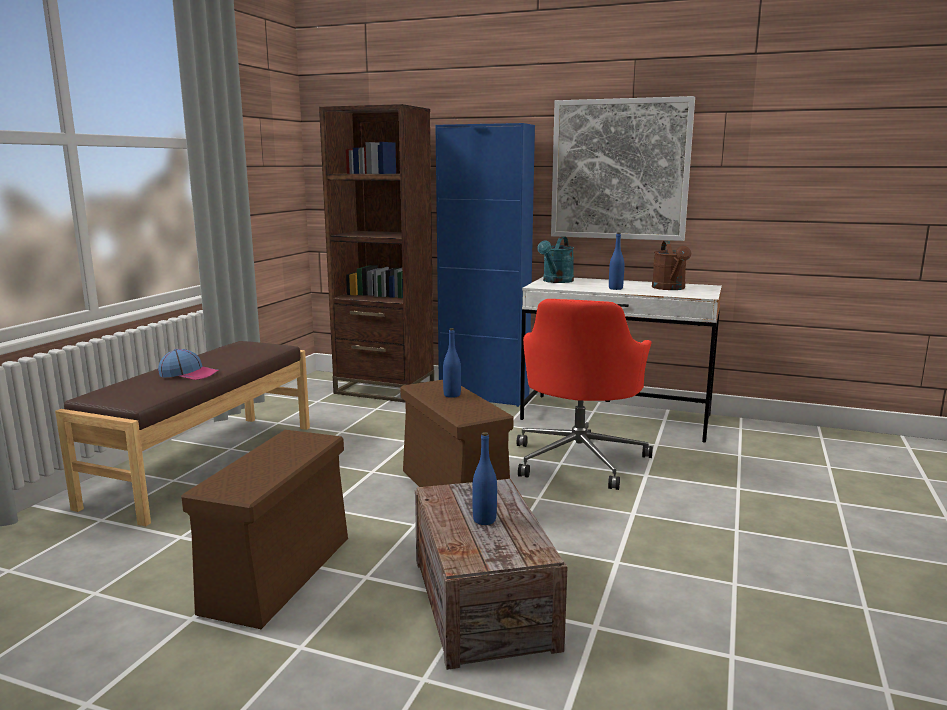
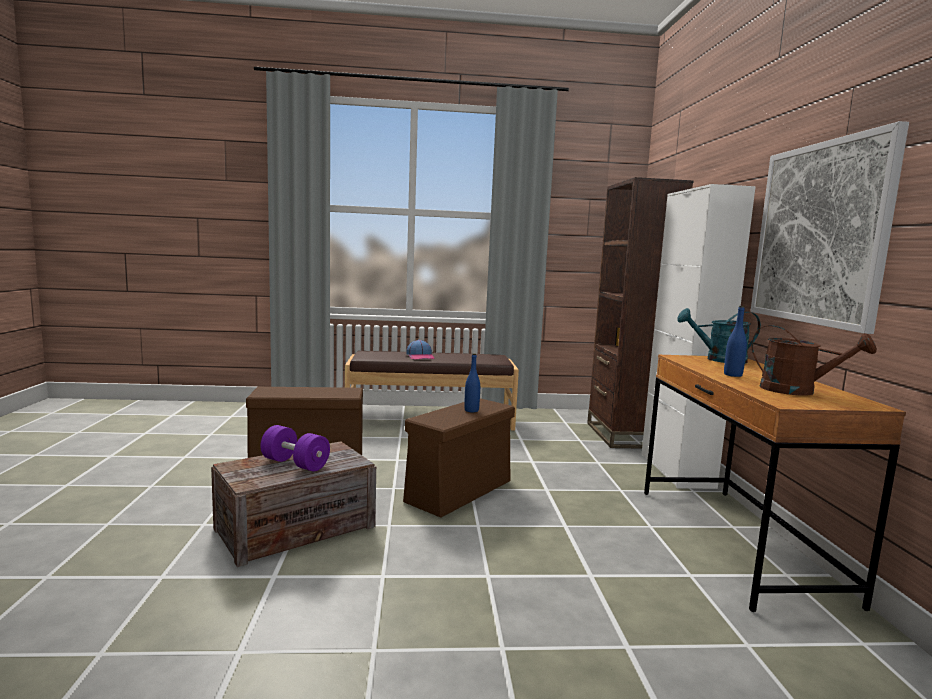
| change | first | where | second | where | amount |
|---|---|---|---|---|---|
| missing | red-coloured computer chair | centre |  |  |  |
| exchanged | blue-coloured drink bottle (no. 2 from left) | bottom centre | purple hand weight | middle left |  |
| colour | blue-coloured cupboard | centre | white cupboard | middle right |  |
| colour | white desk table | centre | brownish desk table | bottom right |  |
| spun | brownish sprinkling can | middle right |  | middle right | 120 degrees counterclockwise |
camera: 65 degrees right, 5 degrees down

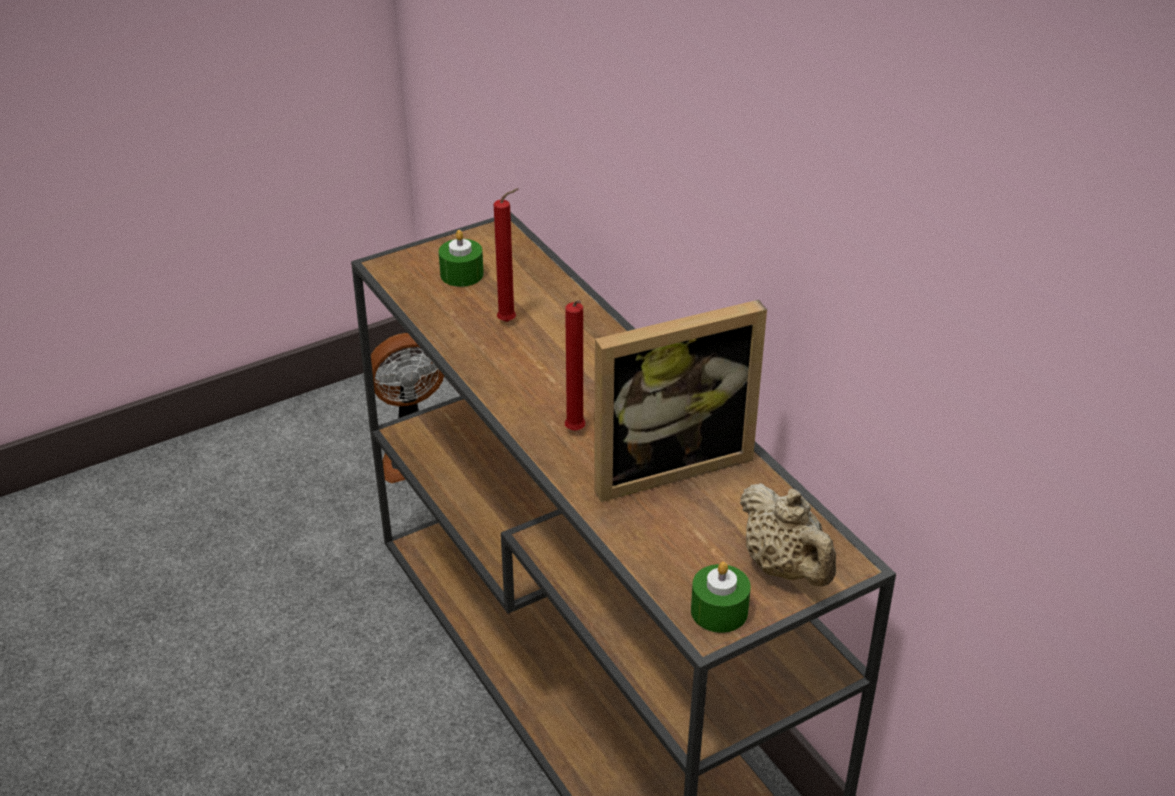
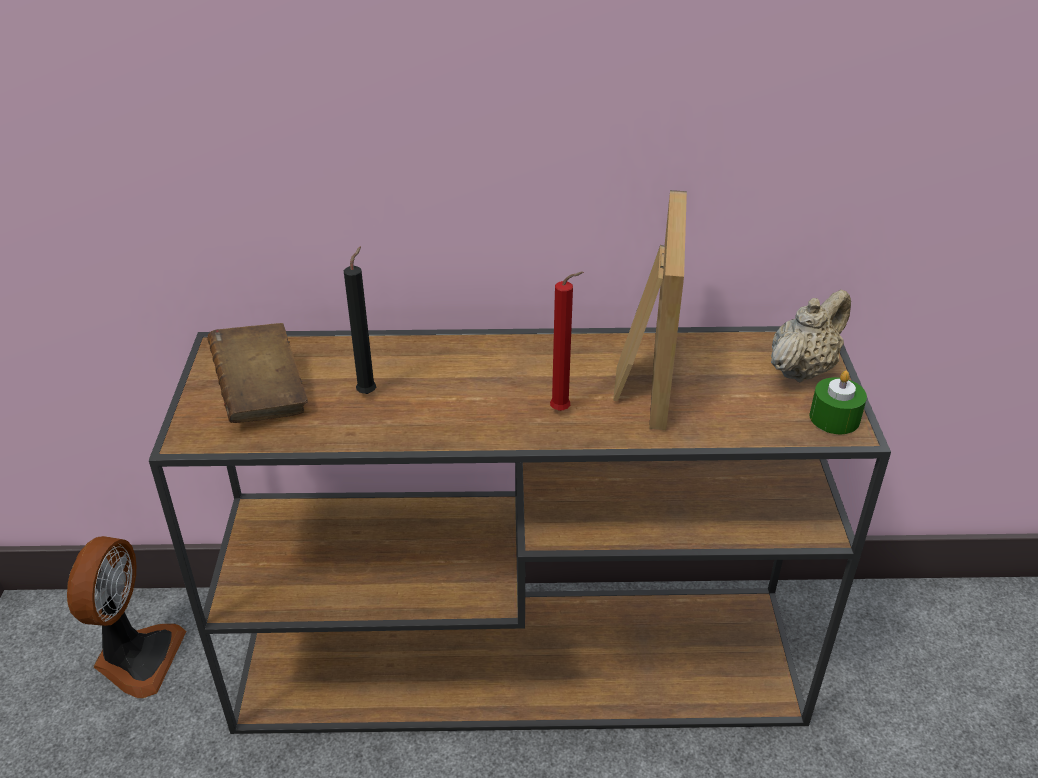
| change | first | where | second | where | amount |
|---|---|---|---|---|---|
| exchanged | green candle (no. 1 from left) | top centre | brownish volume | middle left |  |
| colour | red-coloured candle (no. 1 from left) | top centre | black-coloured candle | centre |  |
| spun | beige-coloured tea pot | bottom right |  | middle right | 45 degrees counterclockwise |
camera: 60 degrees left, 0 degrees up

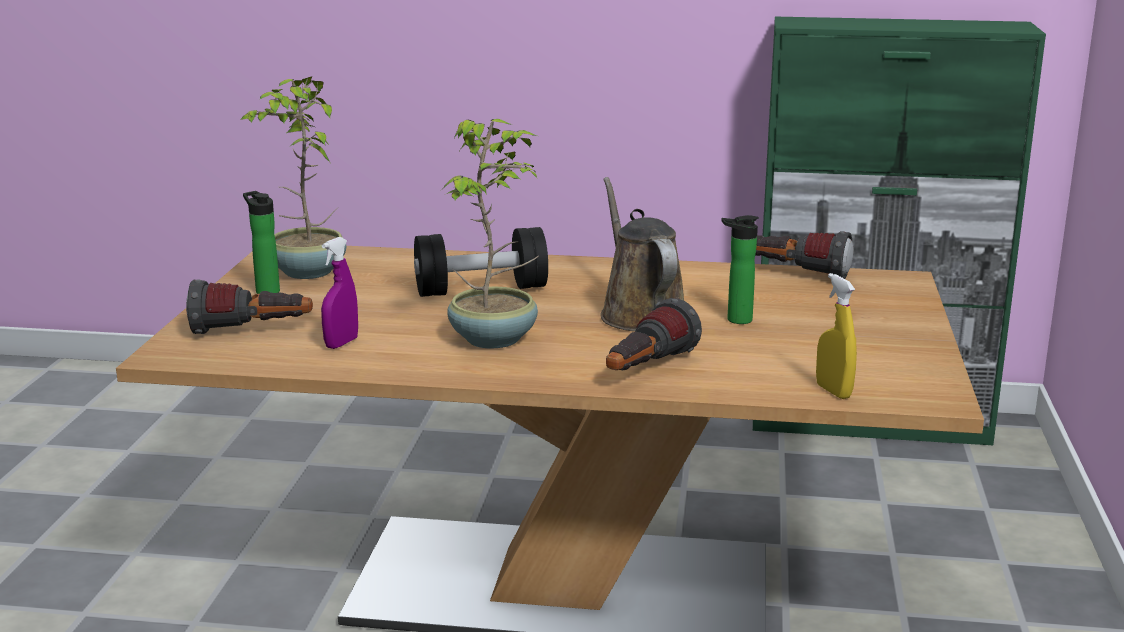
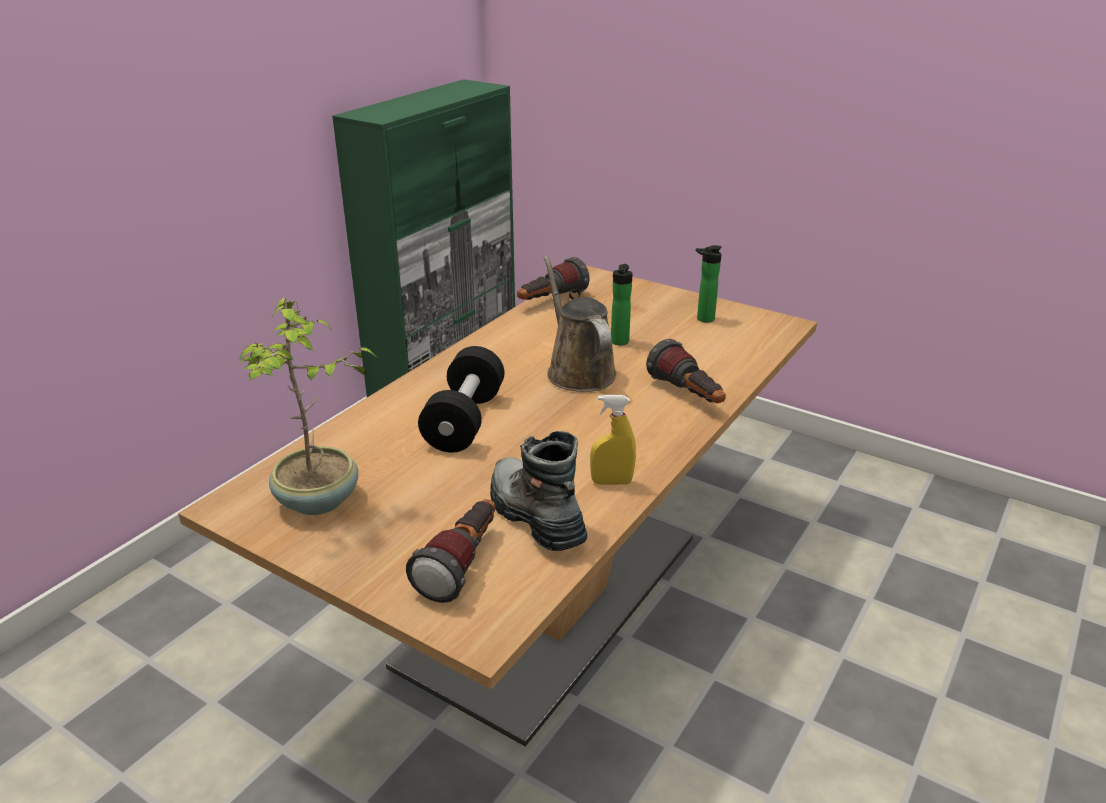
| change | first | where | second | where | amount |
|---|---|---|---|---|---|
| missing | plant in a pot (no. 2 from left) | centre |  |  |  |
| relocated | drink bottle (no. 1 from left in the first image) | middle left | drink bottle (no. 2 from left) | centre |  |
| relocated | yellow hand sprayer | middle right |  | centre |  |
| exchanged | purple hand sprayer | middle left | boot | centre |  |
| spun | brownish sprinkling can | centre |  | centre | 60 degrees clockwise |
camera: 65 degrees left, 10 degrees up

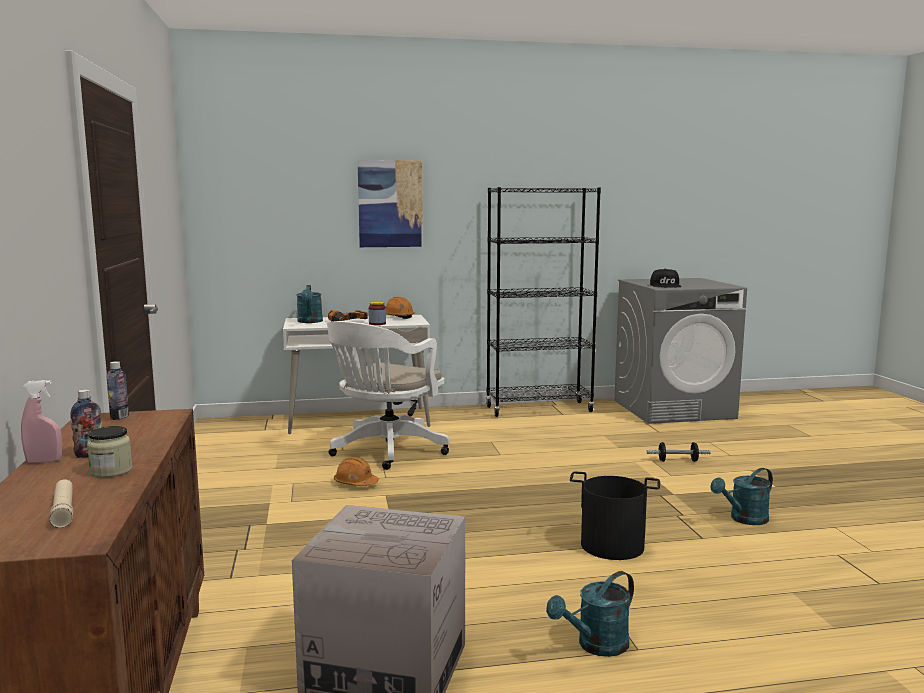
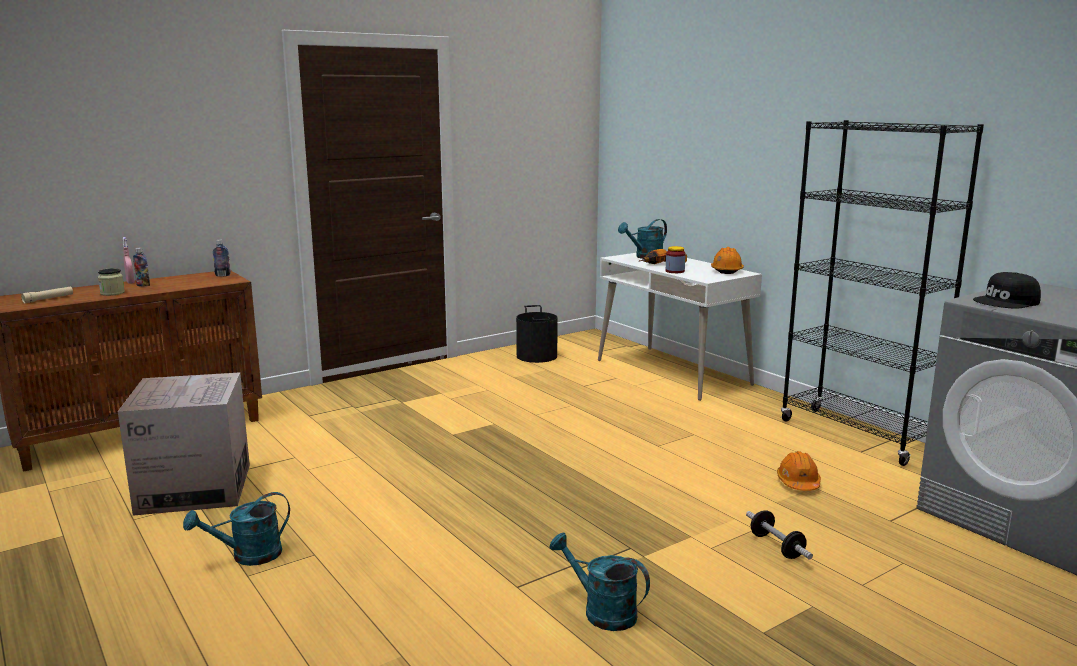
| change | first | where | second | where | amount |
|---|---|---|---|---|---|
| missing | white computer chair | centre |  |  |  |
| missing | picture | top centre |  |  |  |
| relocated | orange hard hat (no. 1 from left in the first image) | bottom centre | orange hard hat (no. 2 from left) | bottom right |  |
| relocated | black-coloured bucket | bottom centre |  | centre |  |
| spun | turquoise sprinkling can (no. 2 from left in the first image) | bottom centre | turquoise sprinkling can (no. 1 from left) | bottom left | 60 degrees counterclockwise |
camera: 65 degrees right, 5 degrees up

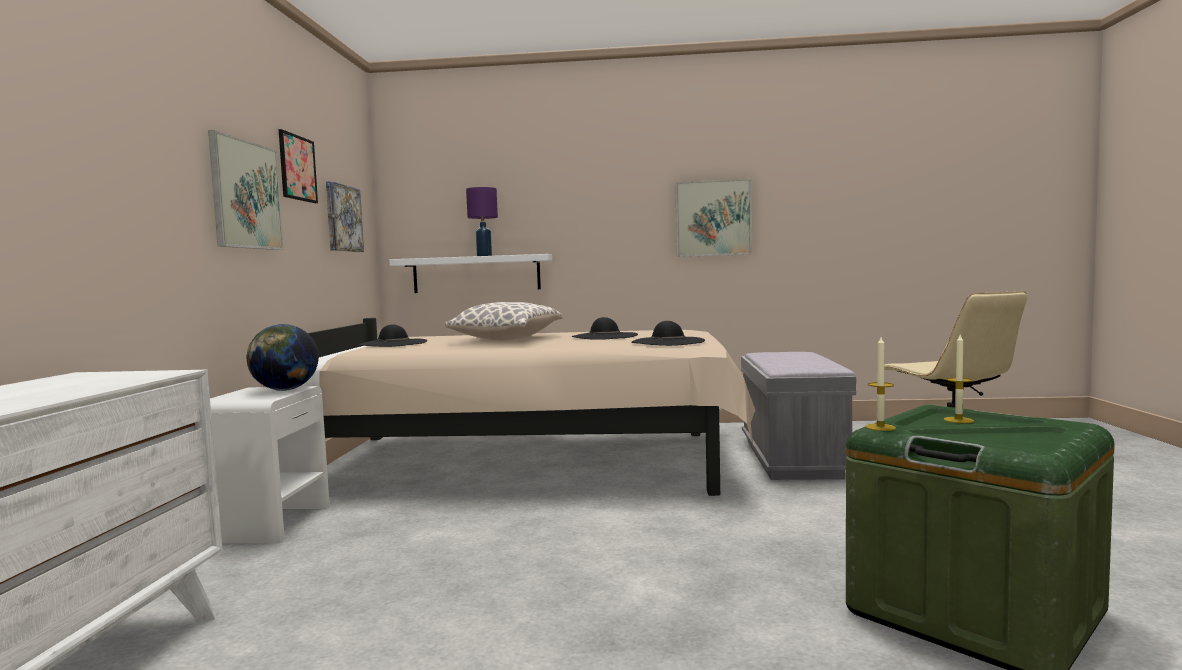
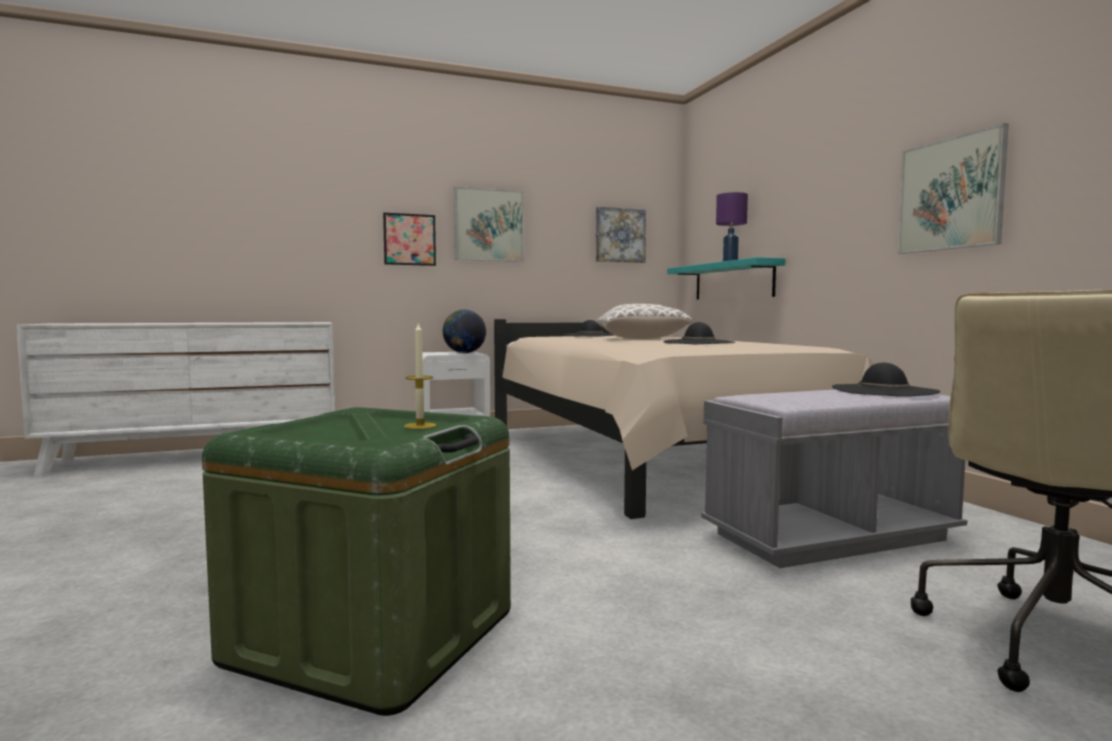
| change | first | where | second | where | amount |
|---|---|---|---|---|---|
| missing | candle (no. 1 from left) | middle right |  |  |  |
| relocated | picture (no. 2 from left in the first image) | top left | picture (no. 1 from left) | top centre |  |
| relocated | black-coloured hat (no. 3 from left) | centre |  | middle right |  |
| colour | white shelf | centre | turquoise shelf | centre |  |
camera: 65 degrees right, 0 degrees up

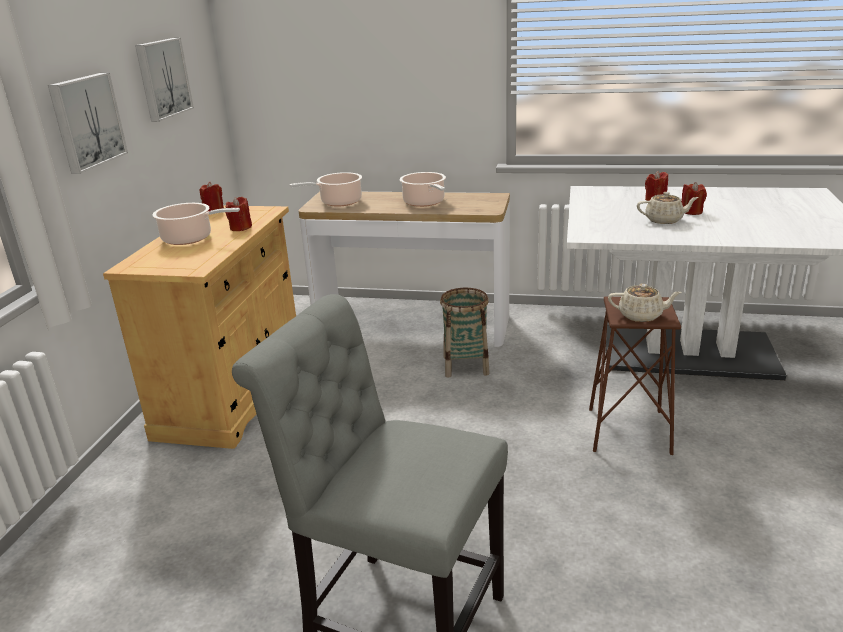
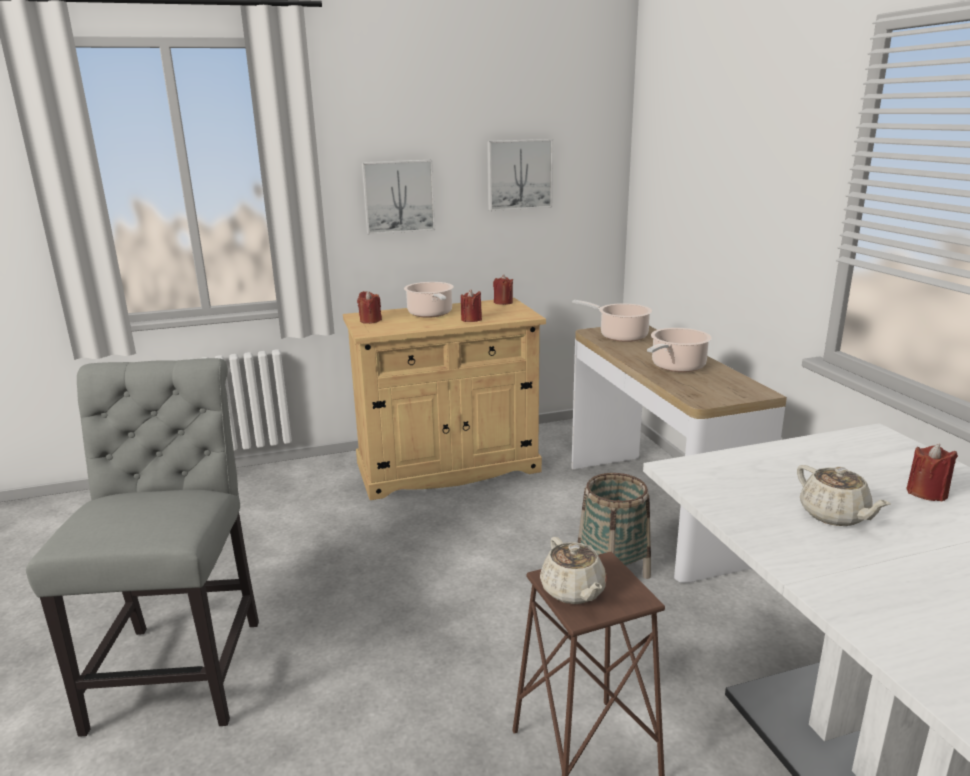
| change | first | where | second | where | amount |
|---|---|---|---|---|---|
| relocated | red-coloured candle (no. 4 from left in the first image) | top right | red-coloured candle (no. 1 from left) | centre |  |
camera: 60 degrees right, 5 degrees down

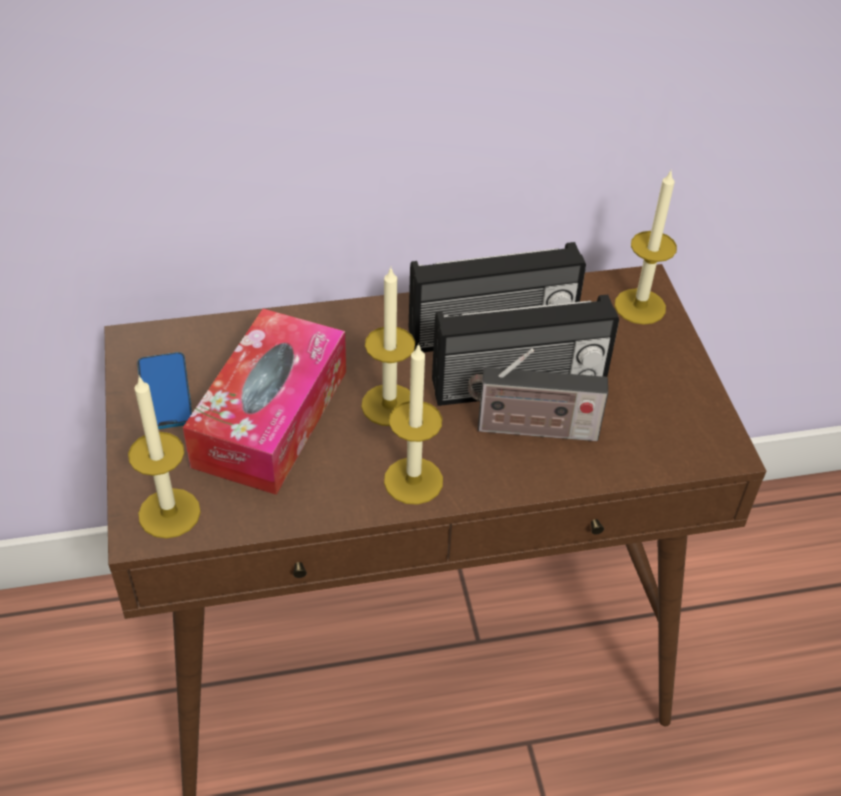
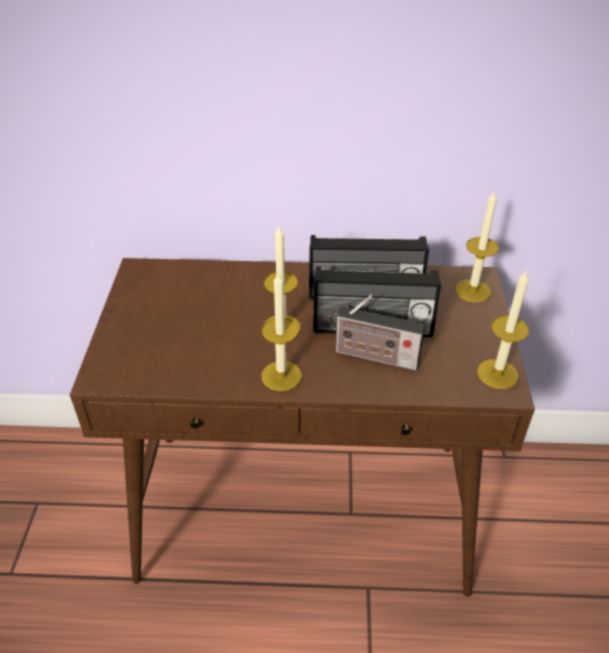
| change | first | where | second | where | amount |
|---|---|---|---|---|---|
| missing | handset | middle left |  |  |  |
| missing | box of tissues | middle left |  |  |  |
| relocated | candle (no. 1 from left in the first image) | middle left | candle (no. 4 from left) | middle right |  |
camera: 15 degrees right, 5 degrees down

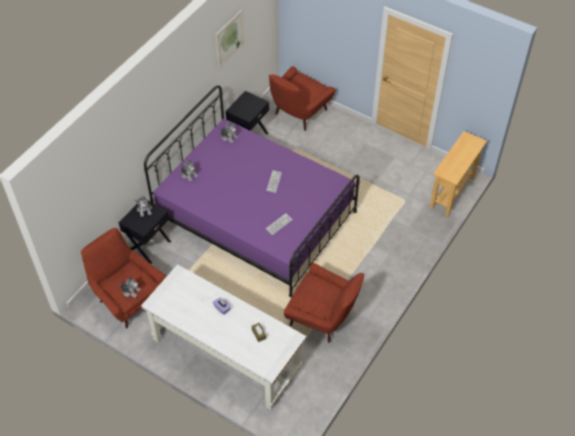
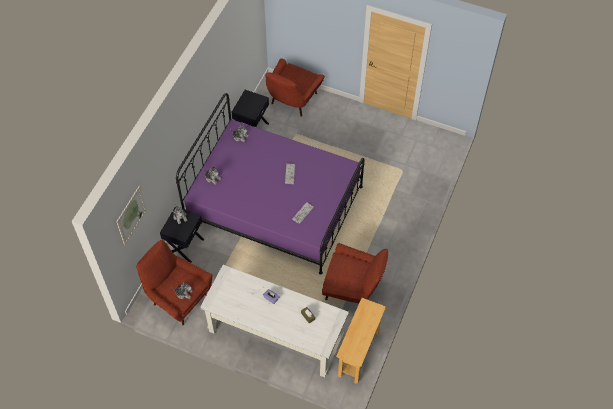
| change | first | where | second | where | amount |
|---|---|---|---|---|---|
| relocated | picture | top centre |  | middle left |  |
| relocated | beige-coloured hall table | middle right |  | bottom centre |  |
camera: 10 degrees left, 5 degrees up

